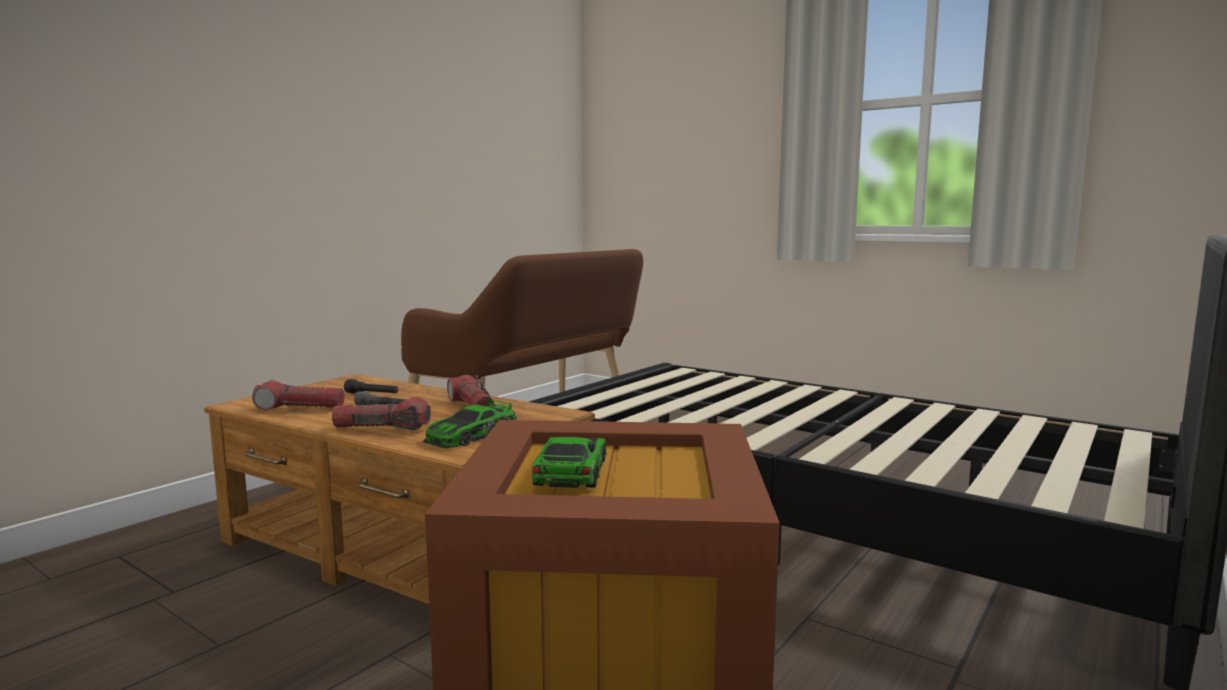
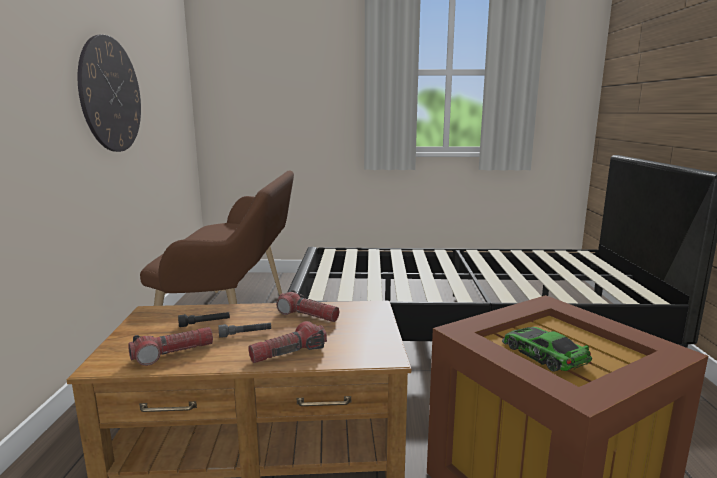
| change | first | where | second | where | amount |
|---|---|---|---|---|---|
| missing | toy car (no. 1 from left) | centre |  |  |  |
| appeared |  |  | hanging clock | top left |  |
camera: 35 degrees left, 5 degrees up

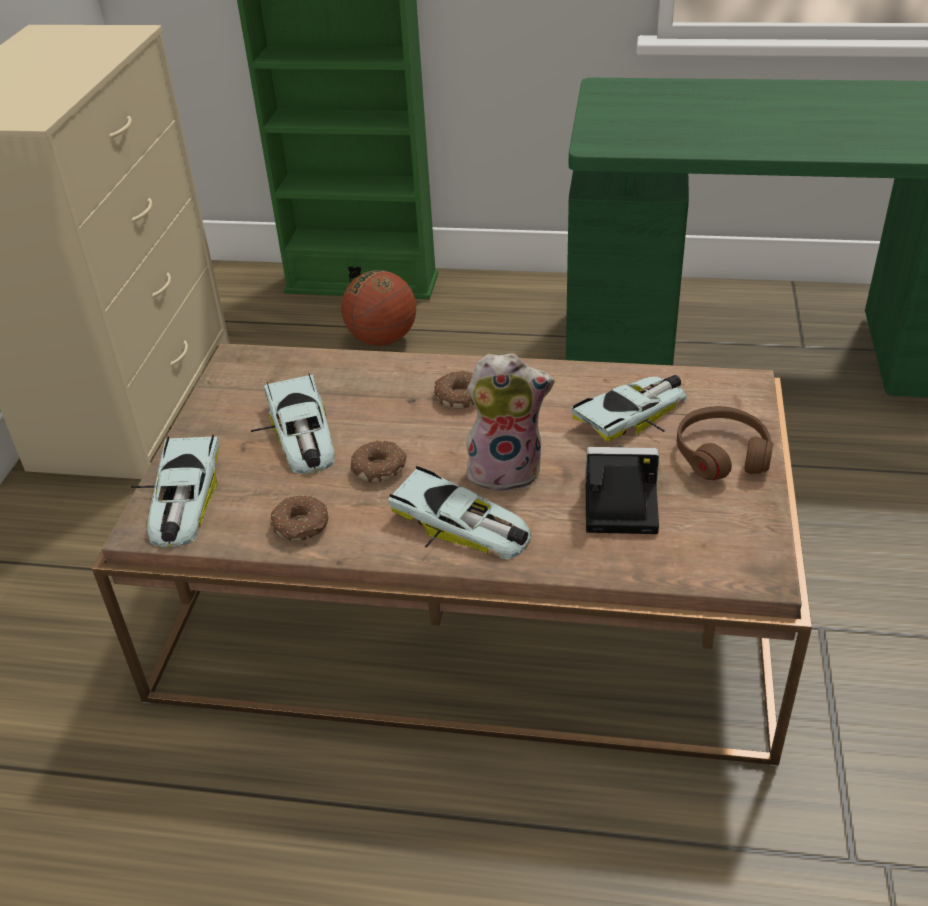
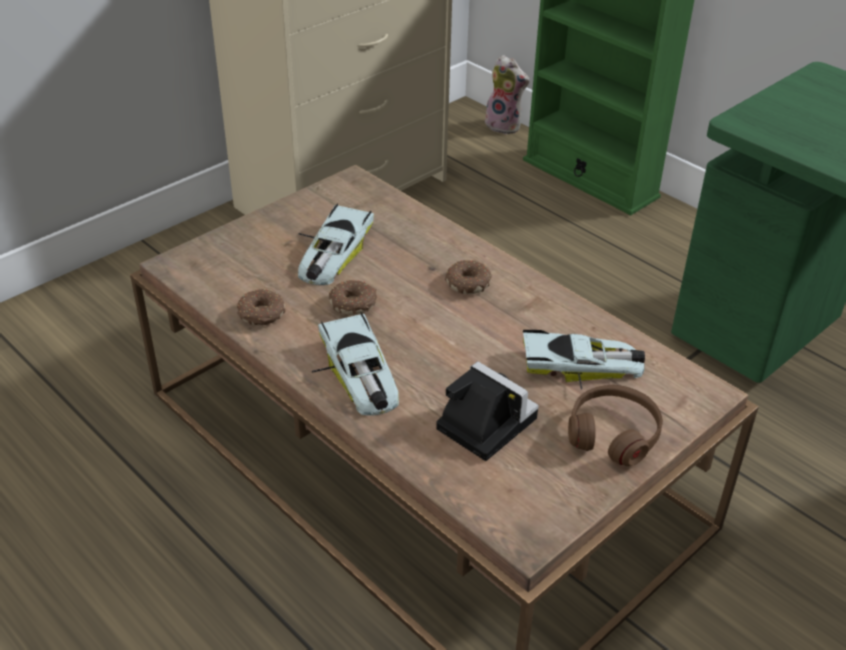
| change | first | where | second | where | amount |
|---|---|---|---|---|---|
| missing | toy car (no. 1 from left) | middle left |  |  |  |
| missing | basketball | centre |  |  |  |
| relocated | cuddly toy | centre |  | top centre |  |
camera: 35 degrees right, 0 degrees up

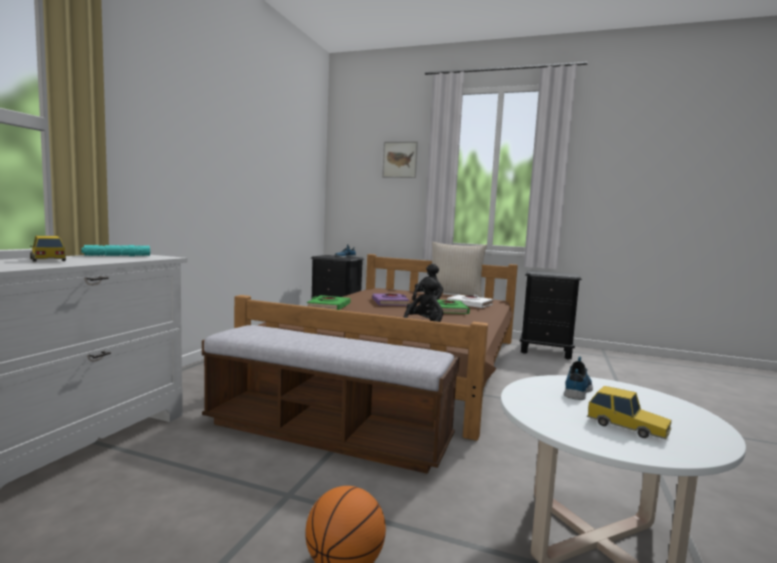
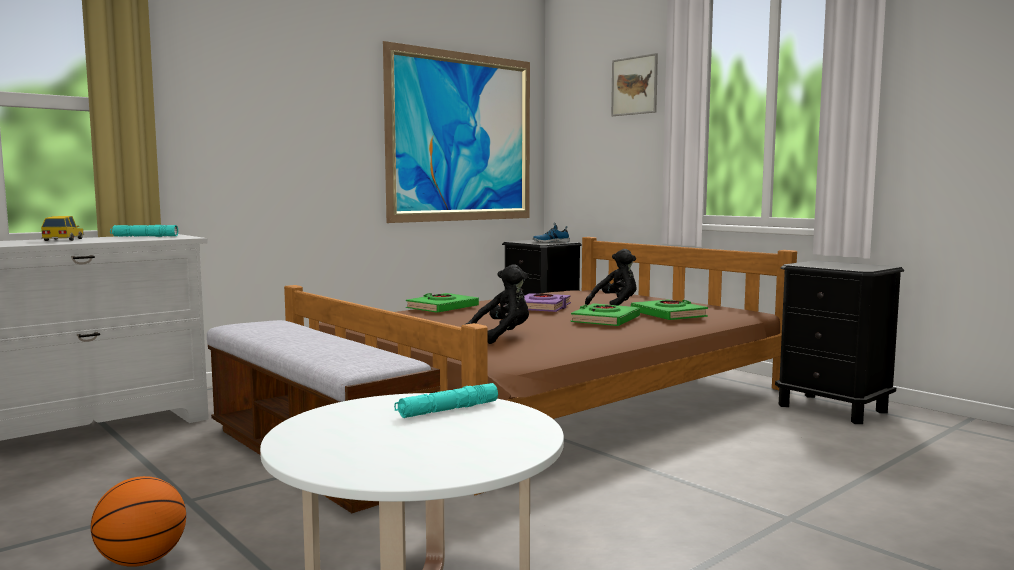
| change | first | where | second | where | amount |
|---|---|---|---|---|---|
| missing | beige-coloured pillow | centre |  |  |  |
| missing | toy car (no. 2 from left) | bottom right |  |  |  |
| appeared |  |  | picture (no. 1 from left) | top centre |  |
| exchanged | item of footwear (no. 2 from left) | bottom right | turquoise flashlight (no. 2 from left) | bottom centre |  |
| colour | white volume | centre | green volume (no. 3 from left) | centre |  |
camera: 30 degrees right, 0 degrees up

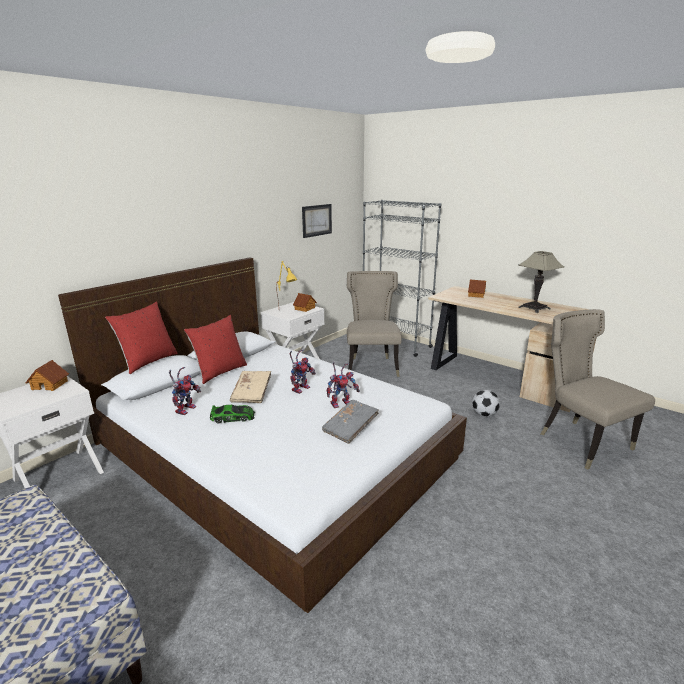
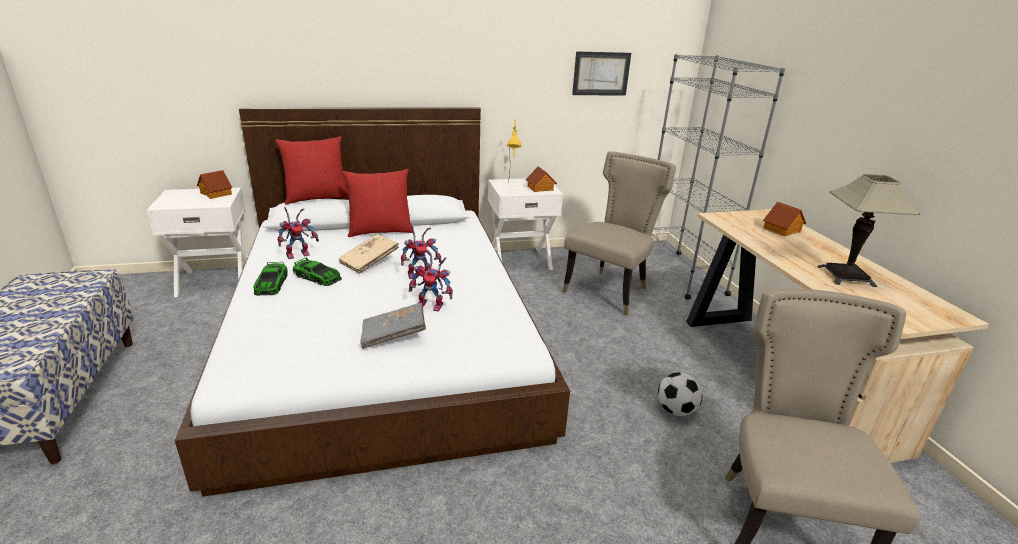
| change | first | where | second | where | amount |
|---|---|---|---|---|---|
| appeared |  |  | toy car (no. 1 from left) | middle left |  |
camera: 35 degrees right, 5 degrees up

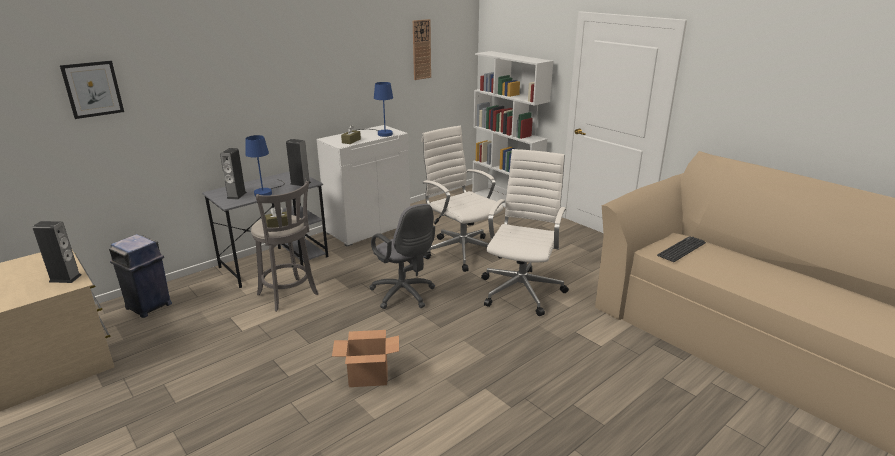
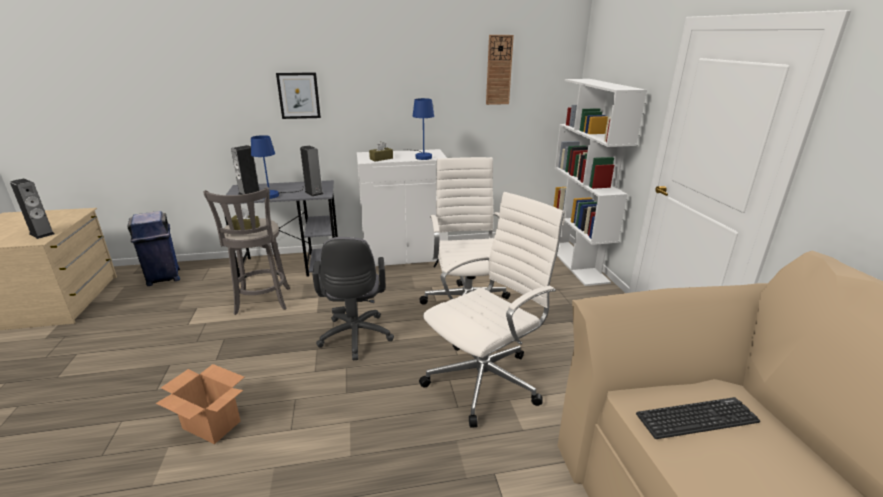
| change | first | where | second | where | amount |
|---|---|---|---|---|---|
| relocated | picture | top left |  | top centre |  |
camera: 30 degrees right, 0 degrees up

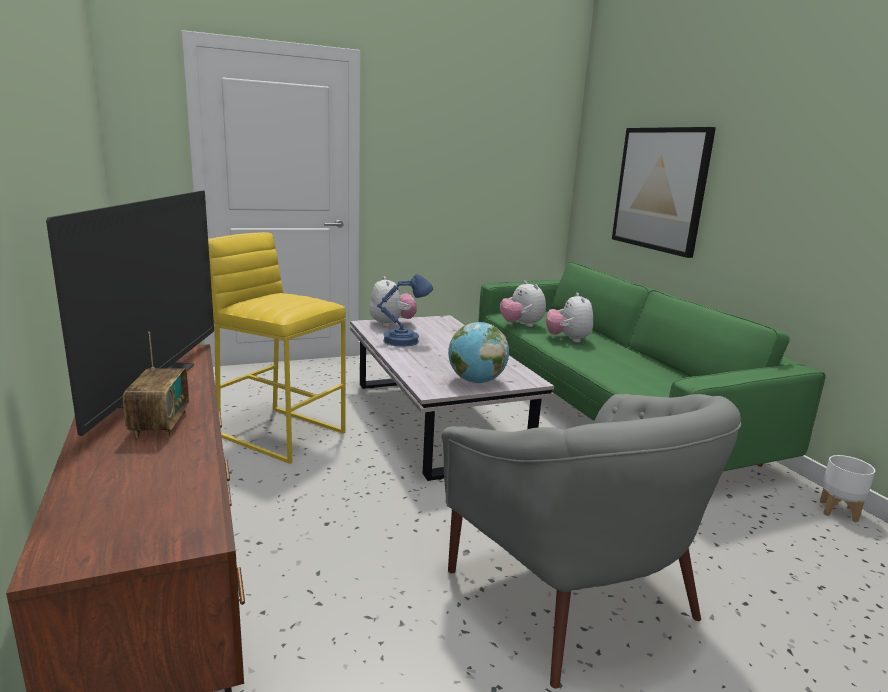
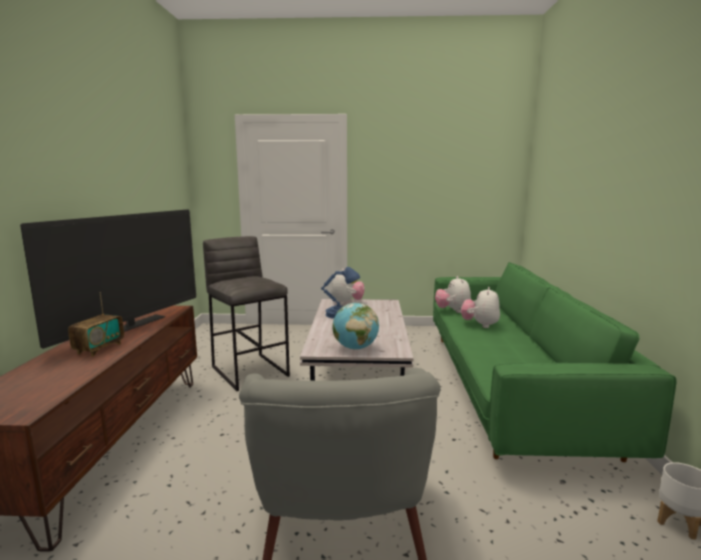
| change | first | where | second | where | amount |
|---|---|---|---|---|---|
| missing | picture | top right |  |  |  |
| colour | yellow stool seat | middle left | grey stool seat | centre |  |
camera: 25 degrees right, 5 degrees down

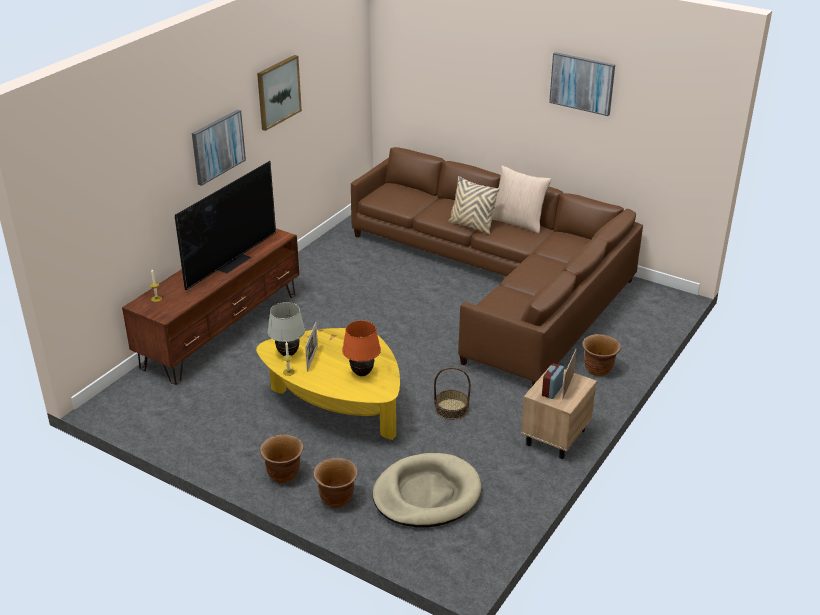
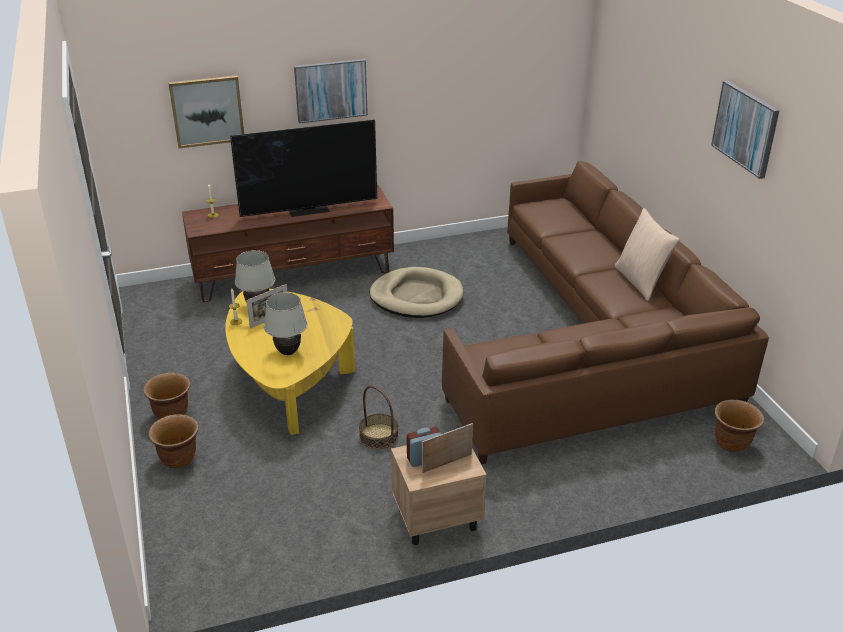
| change | first | where | second | where | amount |
|---|---|---|---|---|---|
| missing | beige-coloured pillow (no. 1 from left) | centre |  |  |  |
| relocated | picture (no. 2 from left in the first image) | top centre | picture (no. 1 from left) | top left |  |
| relocated | beige-coloured pet bed | bottom centre |  | centre |  |
| relocated | brownish plant pot (no. 3 from left) | middle right |  | bottom right |  |
| colour | orange lamp for a table | centre | white lamp for a table (no. 2 from left) | centre |  |
camera: 40 degrees right, 0 degrees up

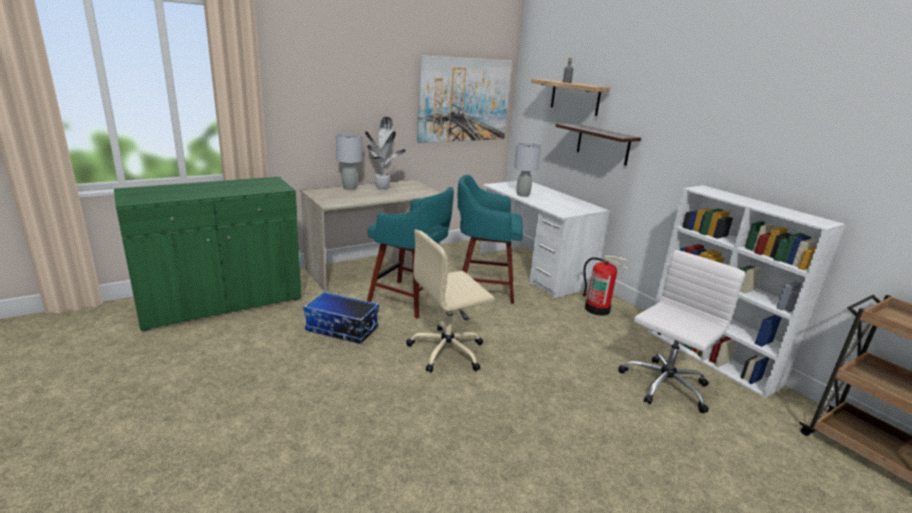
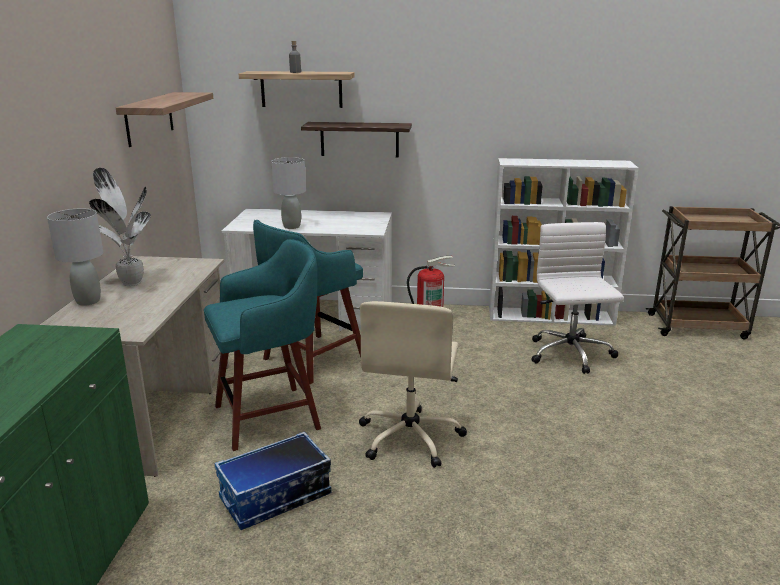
| change | first | where | second | where | amount |
|---|---|---|---|---|---|
| exchanged | picture | top centre | shelf (no. 1 from left) | top left |  |
camera: 50 degrees left, 0 degrees up

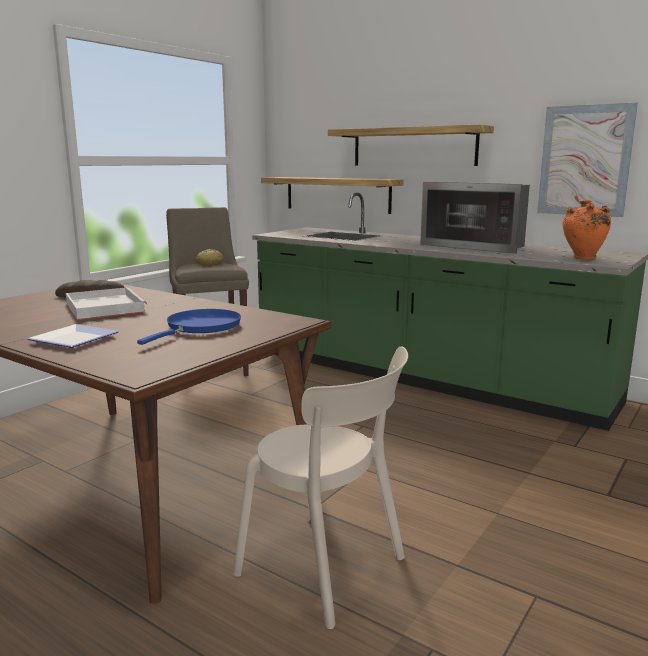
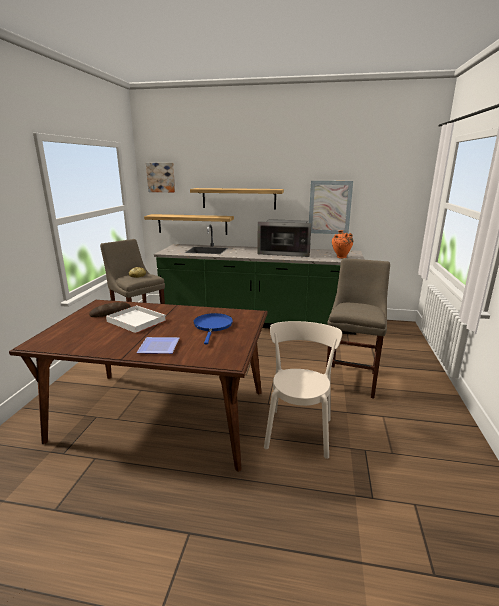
| change | first | where | second | where | amount |
|---|---|---|---|---|---|
| appeared |  |  | picture (no. 1 from left) | top left |  |
| appeared |  |  | beige-coloured stool seat (no. 2 from left) | middle right |  |
| spun | beige-coloured chair | bottom centre |  | centre | 90 degrees counterclockwise |
camera: 25 degrees left, 5 degrees up

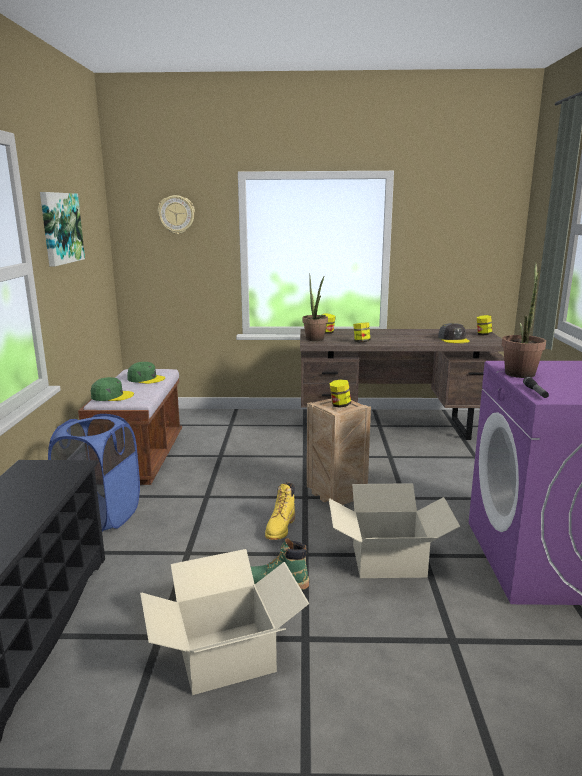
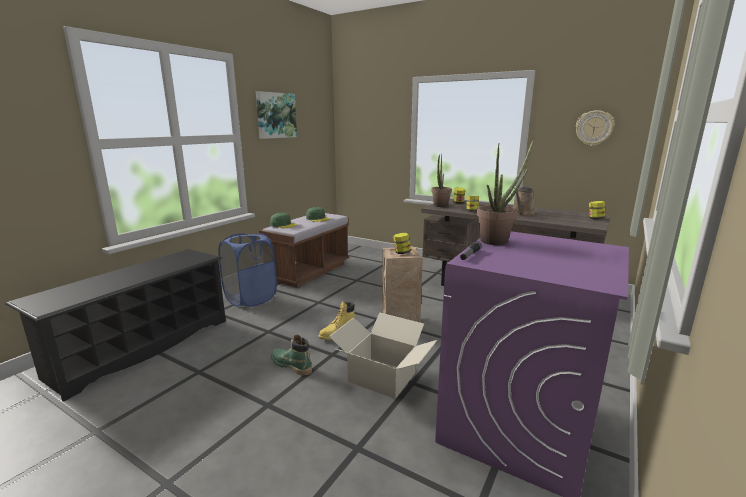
| change | first | where | second | where | amount |
|---|---|---|---|---|---|
| missing | carton (no. 1 from left) | bottom centre |  |  |  |
| missing | grey baseball cap | middle right |  |  |  |
| appeared |  |  | brownish sprinkling can | middle right |  |
| relocated | hanging clock | top left |  | top right |  |
camera: 30 degrees right, 0 degrees up

